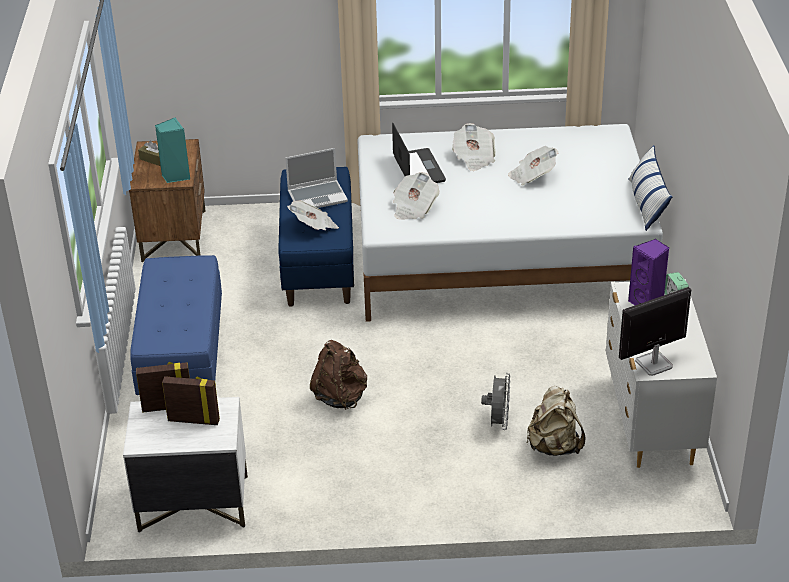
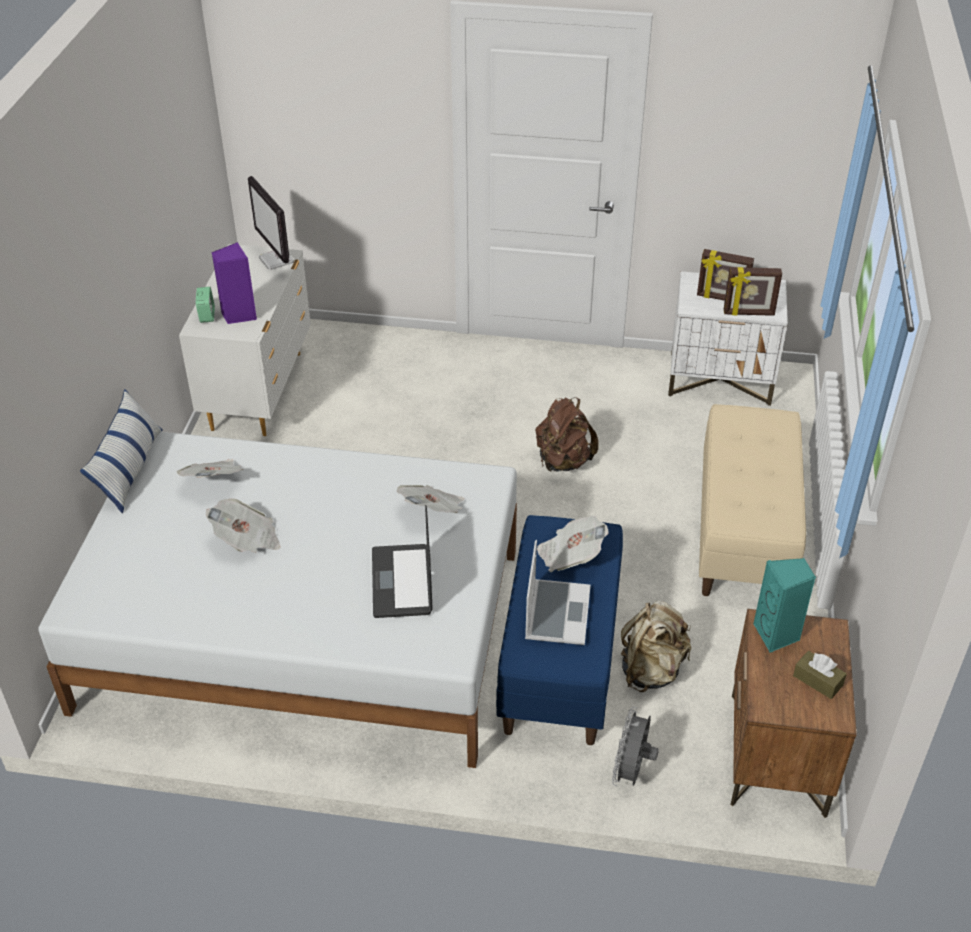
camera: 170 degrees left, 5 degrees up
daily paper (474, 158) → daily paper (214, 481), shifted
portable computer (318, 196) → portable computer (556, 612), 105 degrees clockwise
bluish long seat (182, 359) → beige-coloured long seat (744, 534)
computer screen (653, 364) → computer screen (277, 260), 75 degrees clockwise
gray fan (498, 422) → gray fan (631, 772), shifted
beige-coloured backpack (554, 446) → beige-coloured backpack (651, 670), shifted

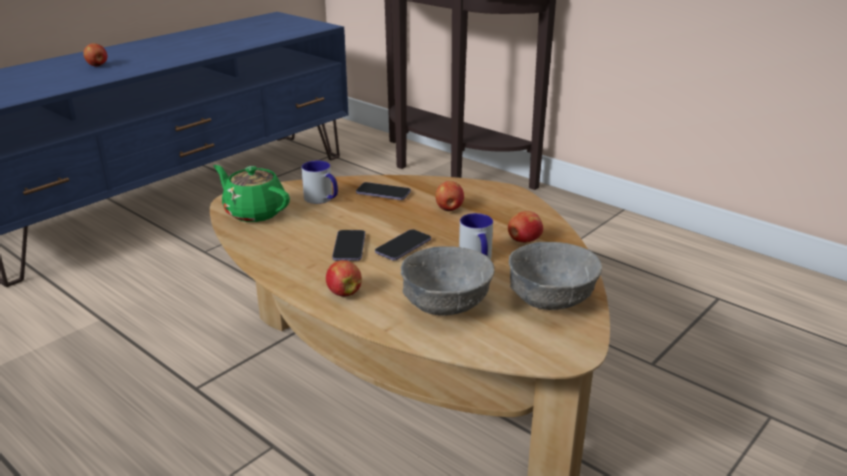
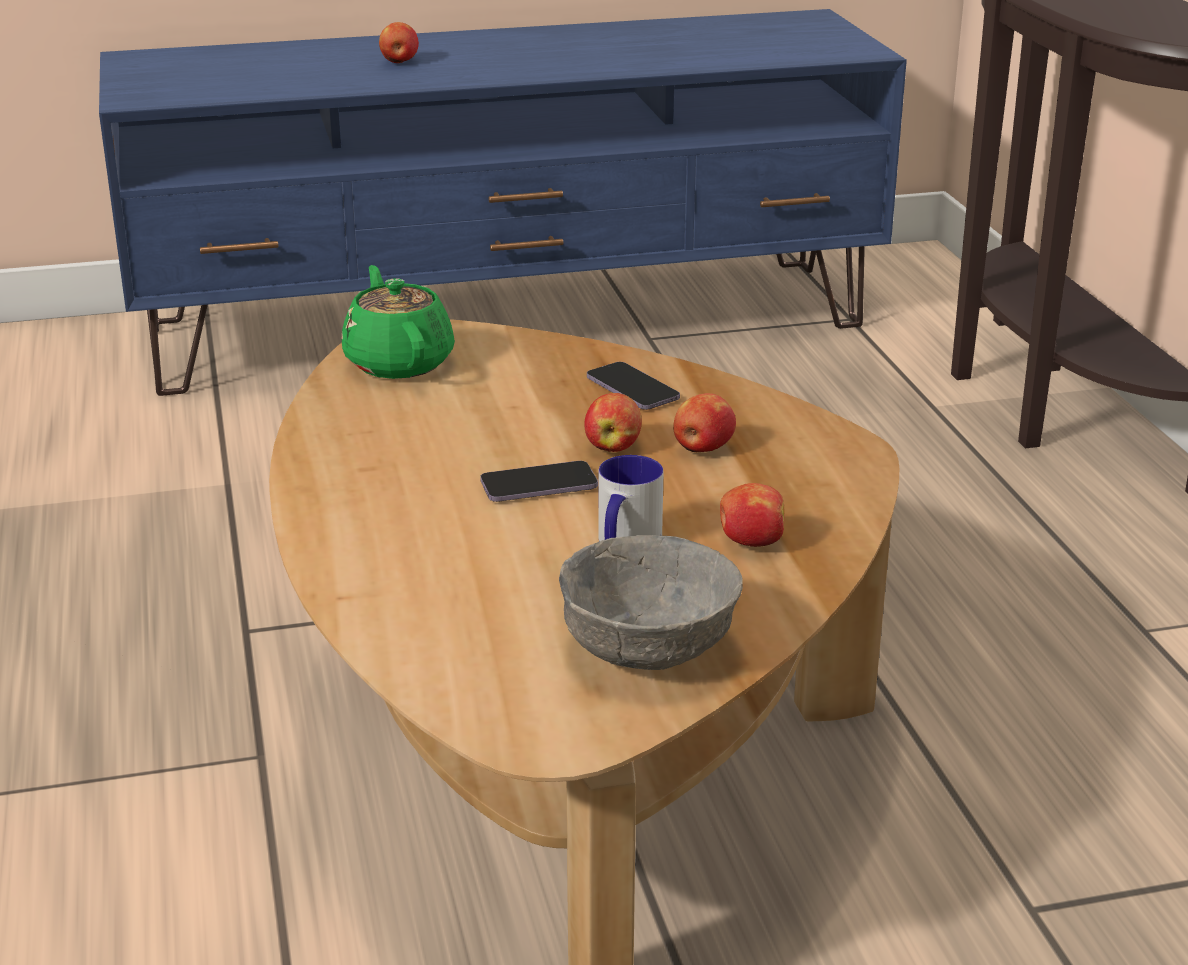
camera: 35 degrees right, 0 degrees up
coffee mug (322, 199) → -
handset (349, 247) → -
gray bowl (446, 306) → -
apple fruit (344, 292) → apple fruit (613, 447), shifted

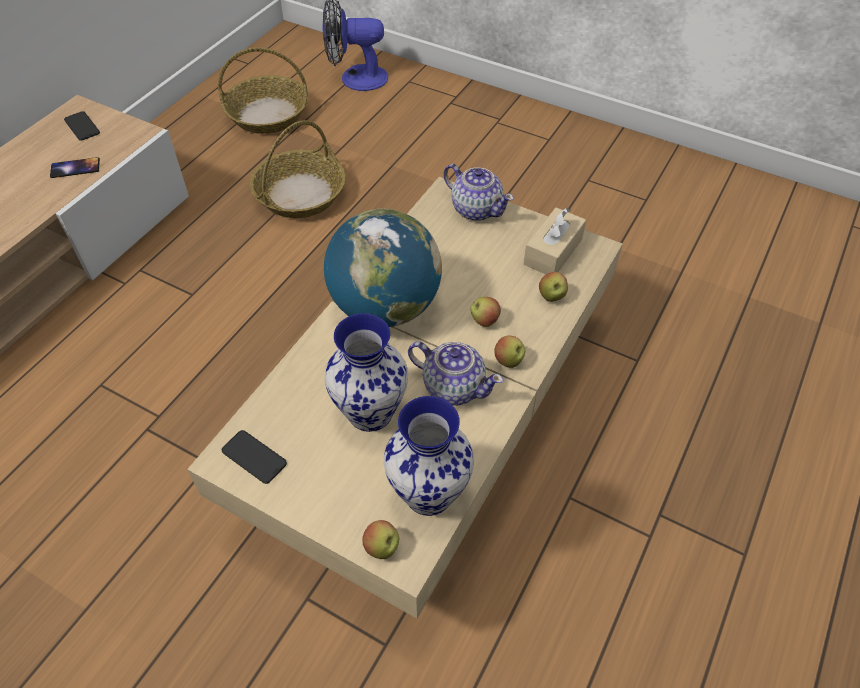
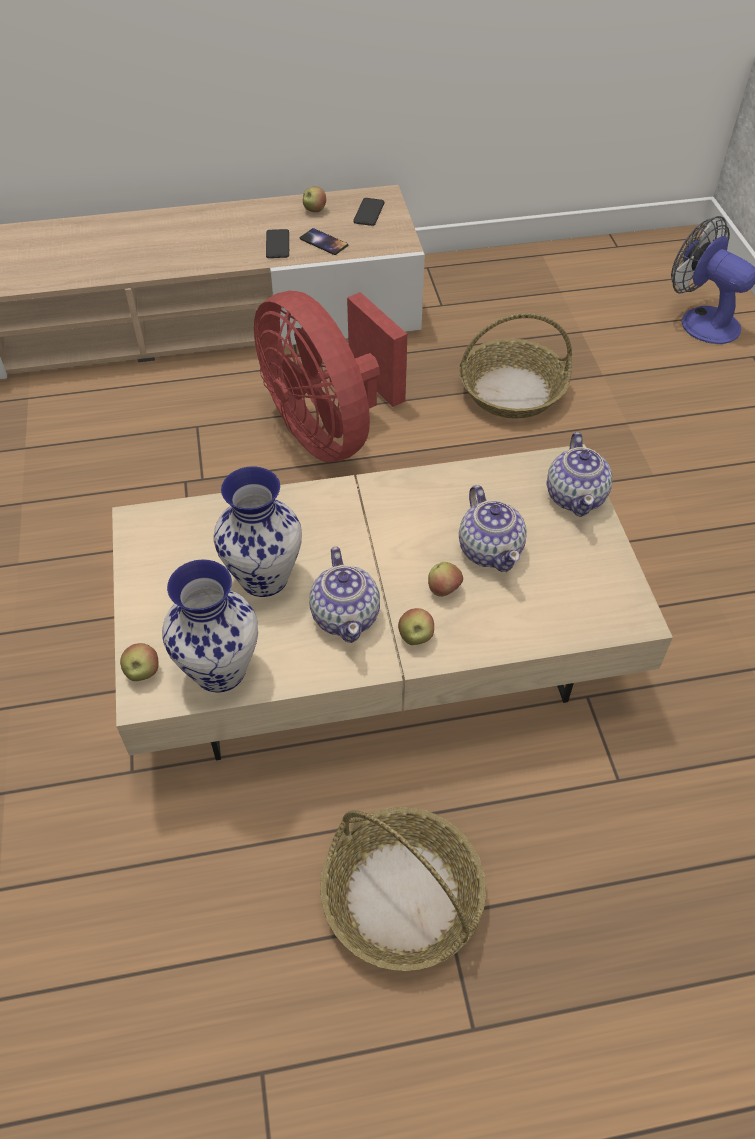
camera: 50 degrees right, 0 degrees up
household basket (267, 115) → household basket (401, 896), shifted
beige-coloured tissue box (553, 252) → -
world globe (385, 307) → -
apple fruit (551, 297) → apple fruit (314, 210), shifted
handset (254, 457) → handset (277, 244), shifted
- → red-coloured fan (329, 430)
- → tea pot (490, 549)

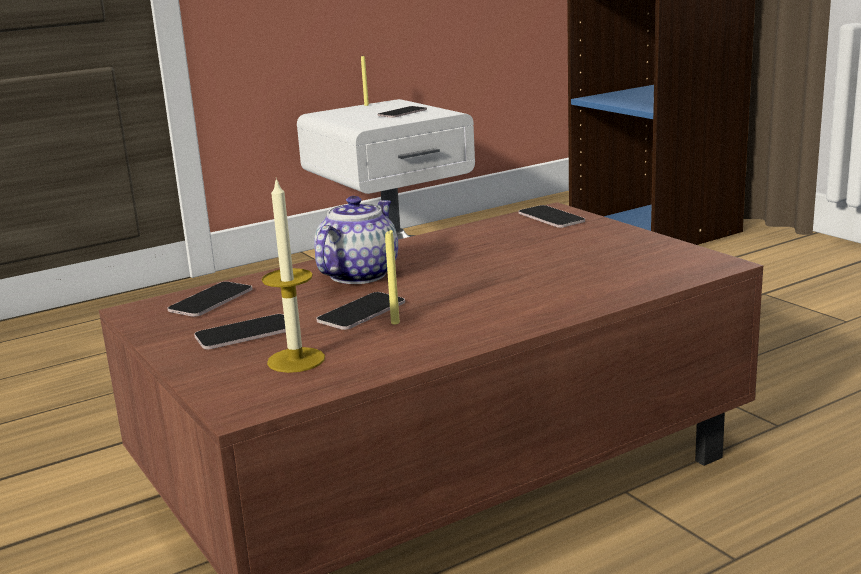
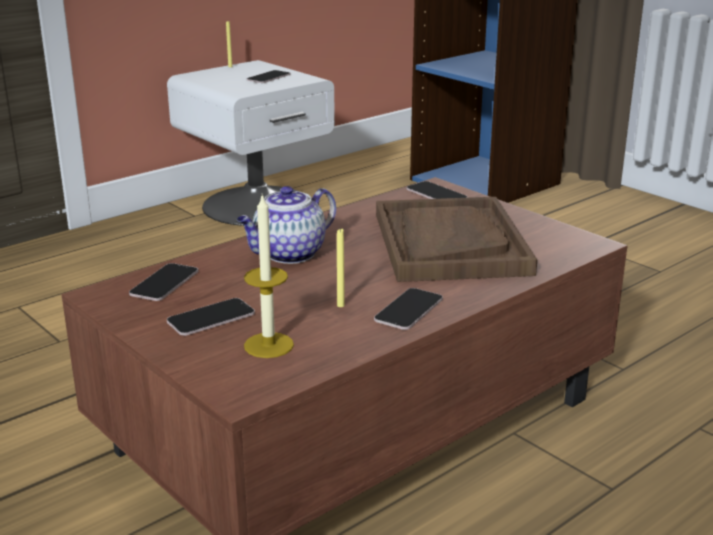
camera: 10 degrees left, 5 degrees up
tea pot (359, 274) → tea pot (289, 254), 150 degrees counterclockwise
handset (361, 312) → handset (409, 310), shifted
- → brown-coloured carrying tray (449, 243)

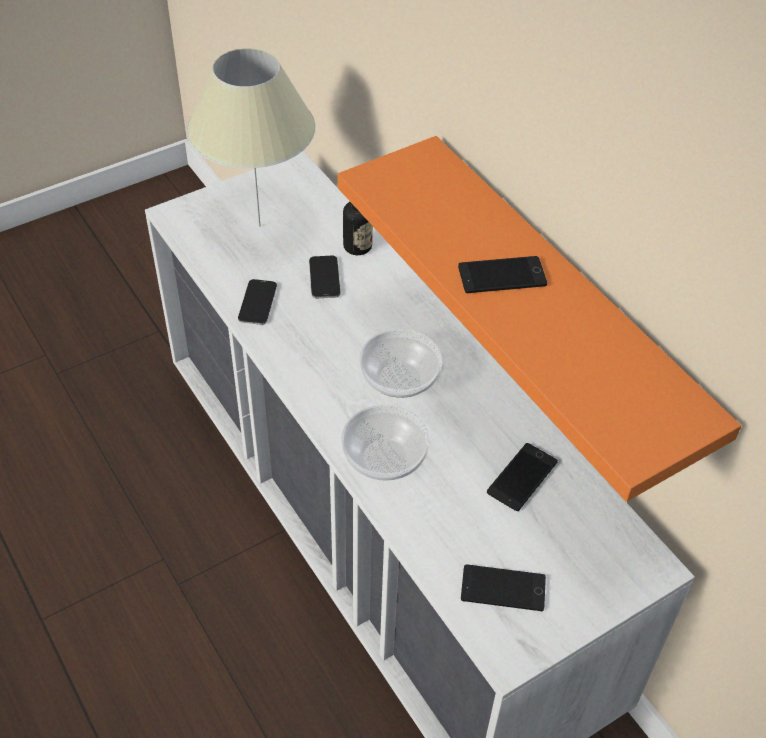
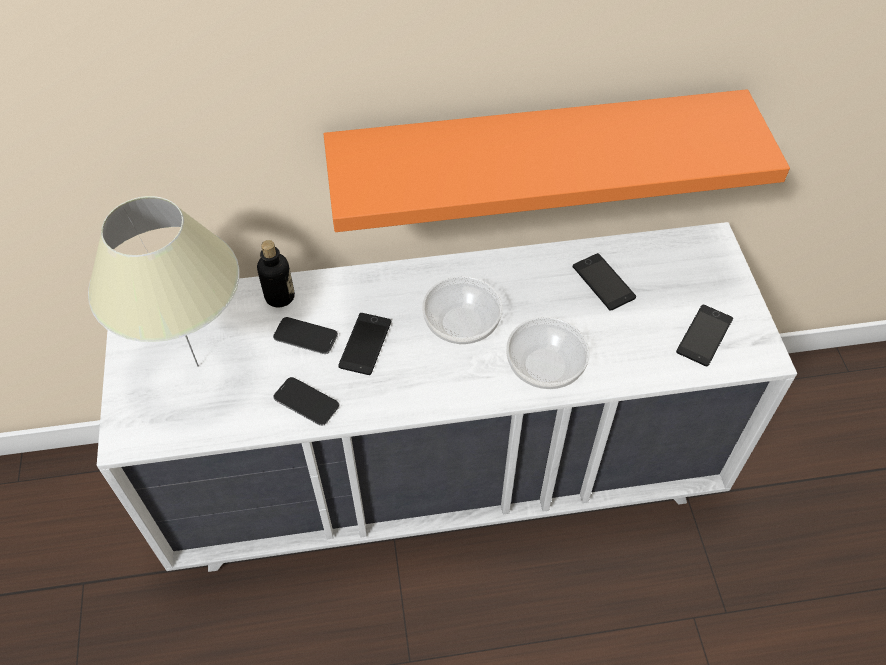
camera: 65 degrees left, 5 degrees up
handset (502, 276) → handset (365, 344), shifted

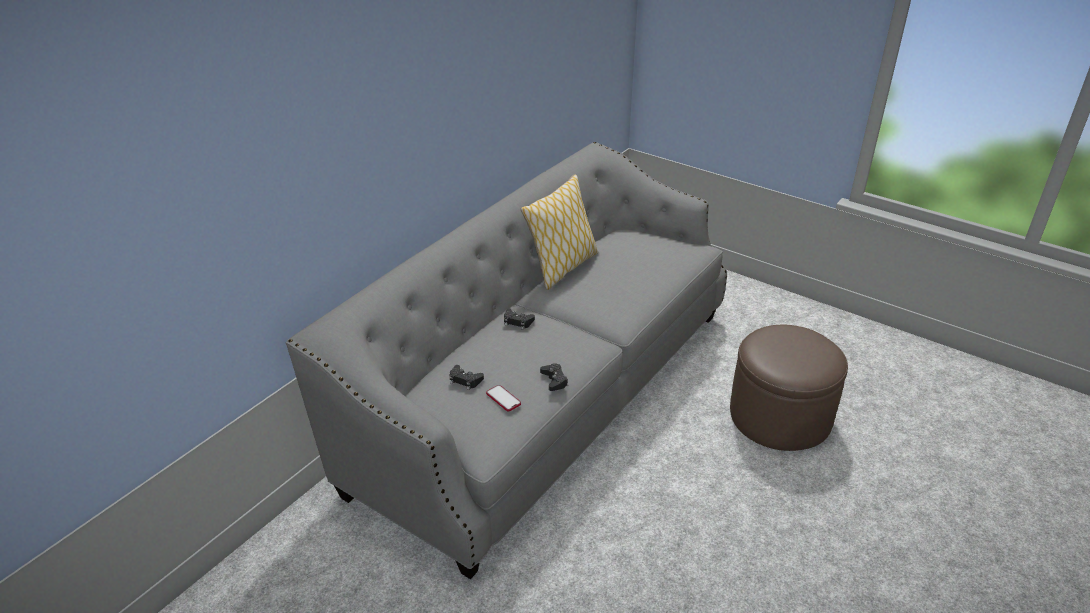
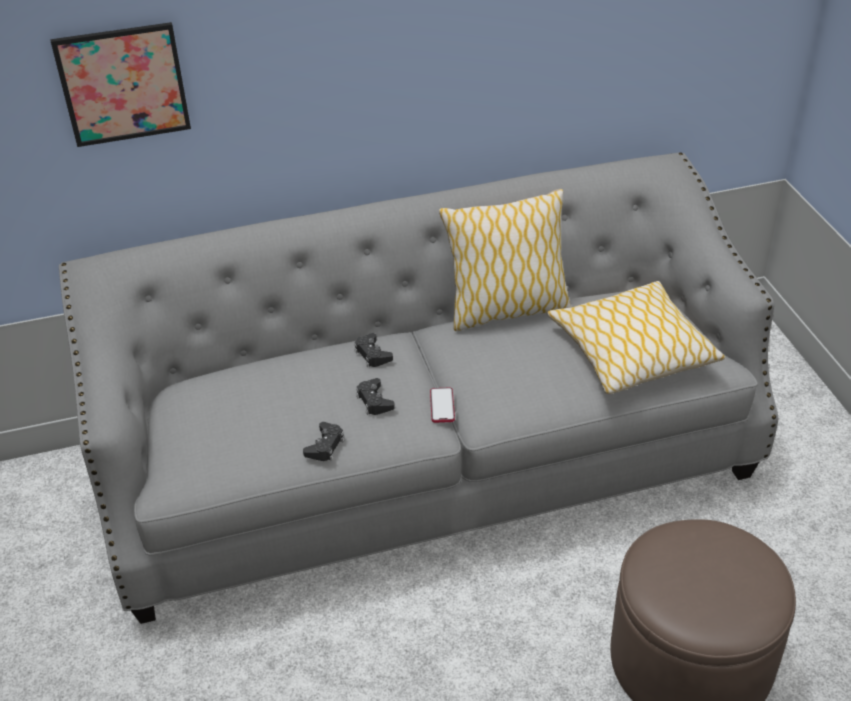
camera: 40 degrees right, 5 degrees up
blackish game controller (465, 380) → blackish game controller (374, 401), shifted
handset (503, 399) → handset (442, 406), shifted
- → picture (123, 84)
- → pillow (631, 351)

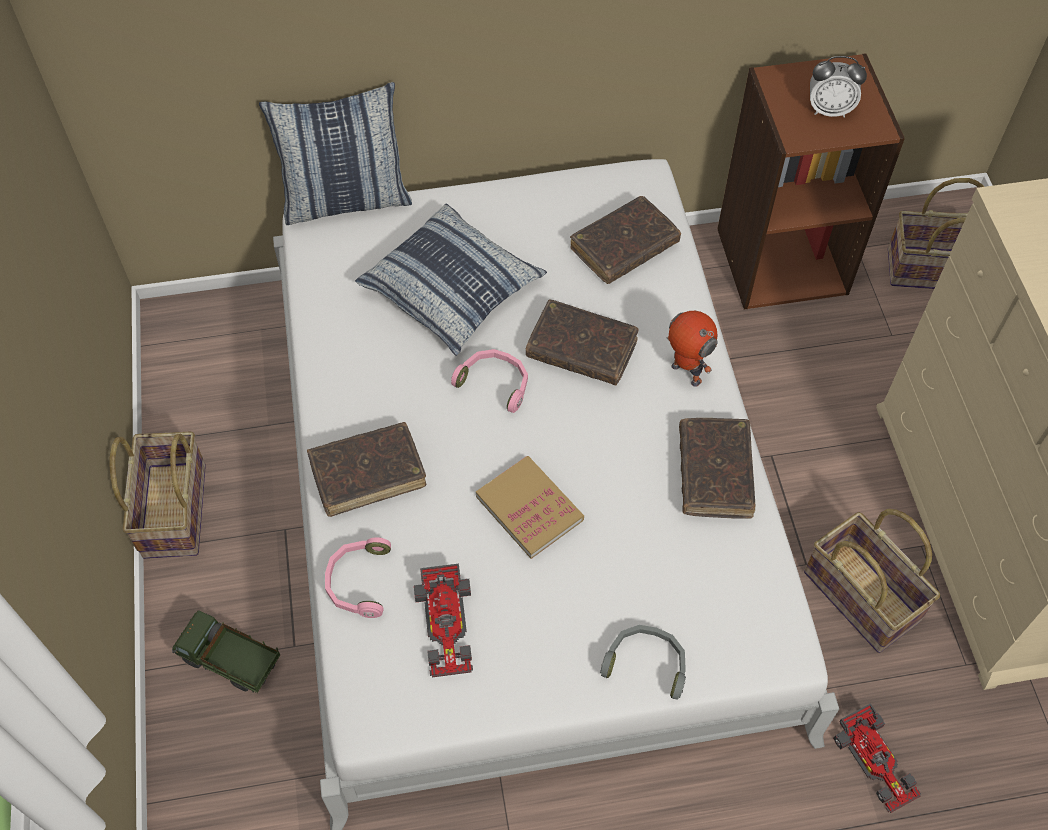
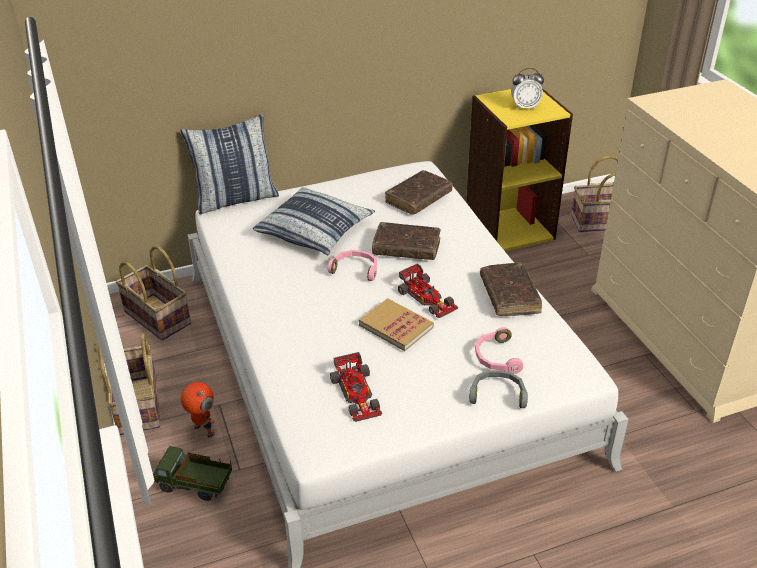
camera: 10 degrees left, 20 degrees down
brown-coloured bookshelf (781, 259) → yellow-coloured bookshelf (509, 228)
robot figure (684, 374) → robot figure (203, 431), shifted
brown-coloured book (368, 474) → -
household basket (863, 596) → household basket (158, 317), shifted
pink-coloured headset (358, 581) → pink-coloured headset (496, 357), shifted
toy car (876, 761) → toy car (427, 297), shifted

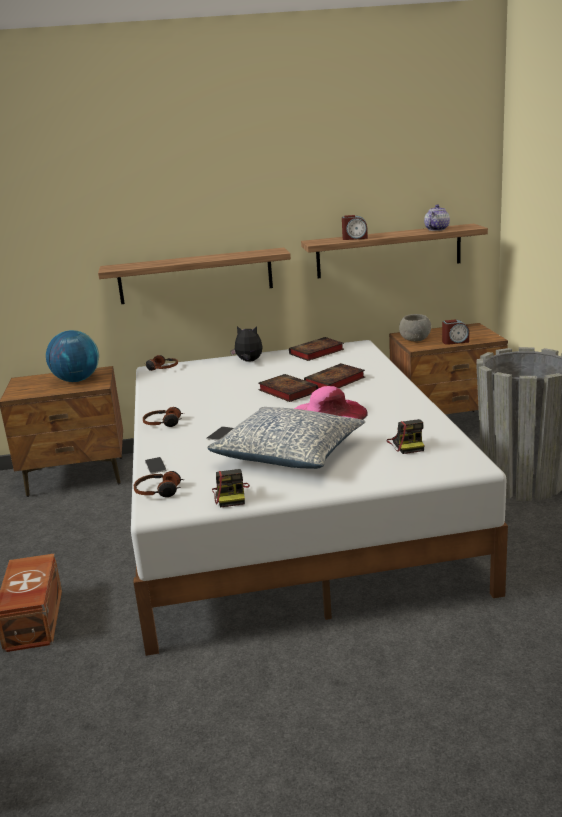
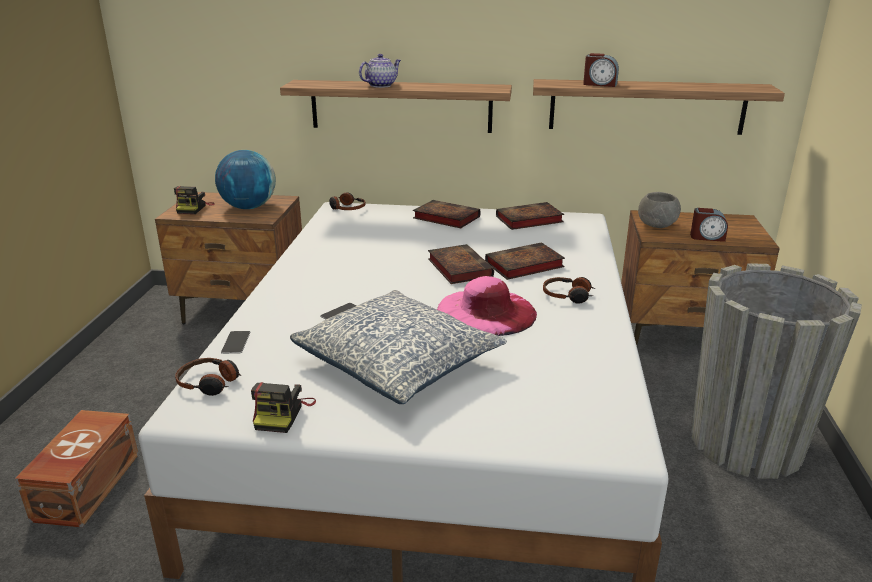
camera: 15 degrees right, 5 degrees up
tea pot (436, 229) → tea pot (381, 85), shifted
cuddly toy (249, 361) → book (444, 218)
headset (163, 423) → headset (568, 296), shifted
photo camera (407, 445) → photo camera (194, 208), shifted

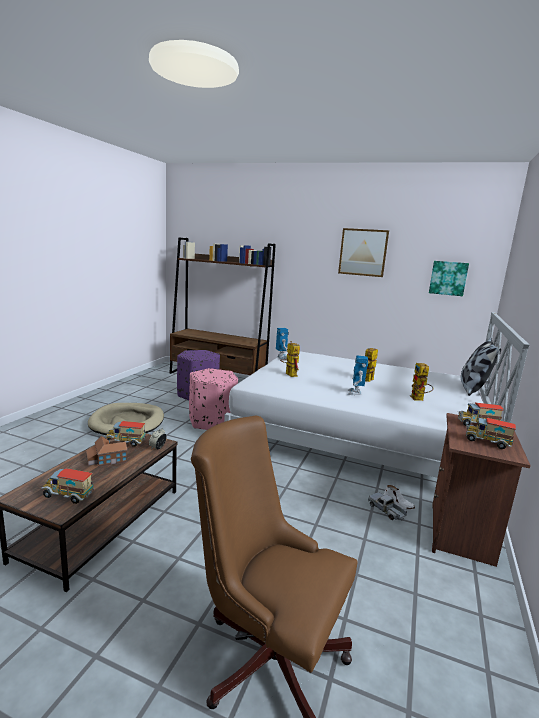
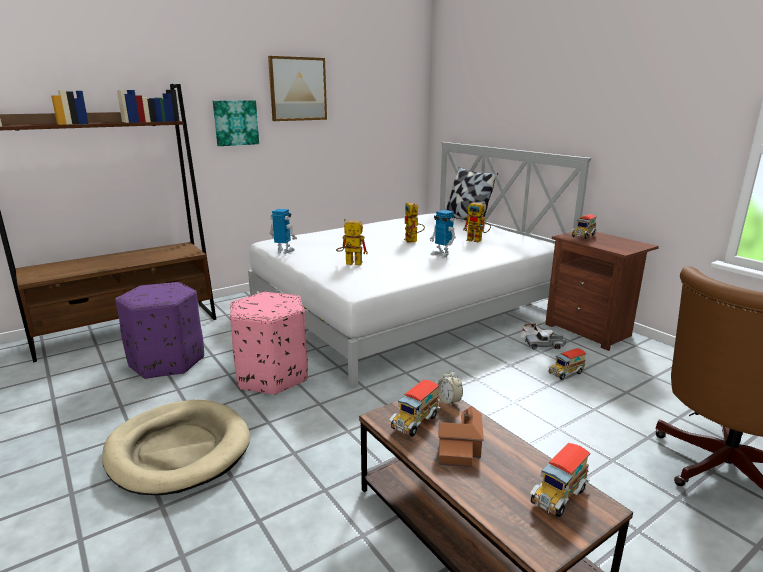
camera: 55 degrees left, 5 degrees up
picture (448, 278) → picture (235, 123), shifted
toy lorry (486, 442) → toy lorry (565, 373), shifted

